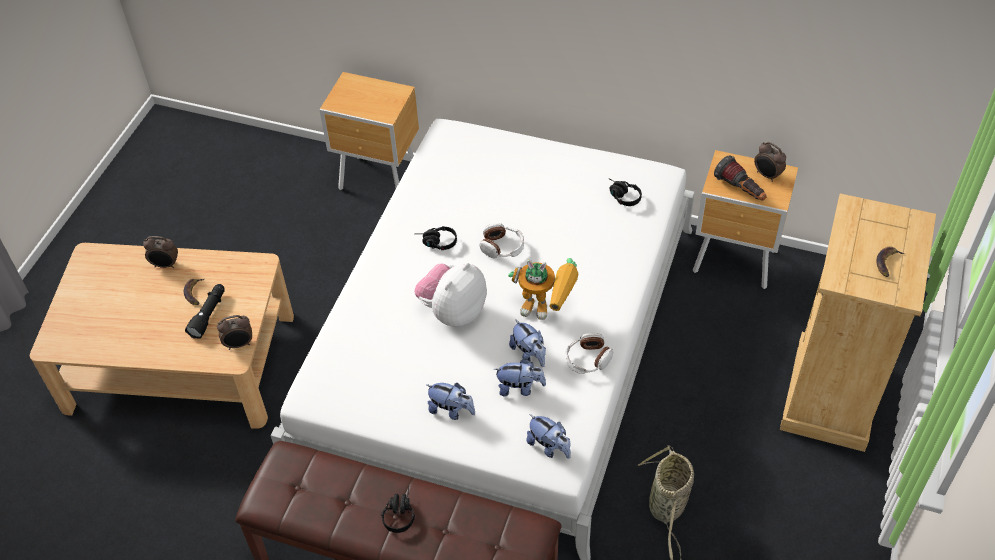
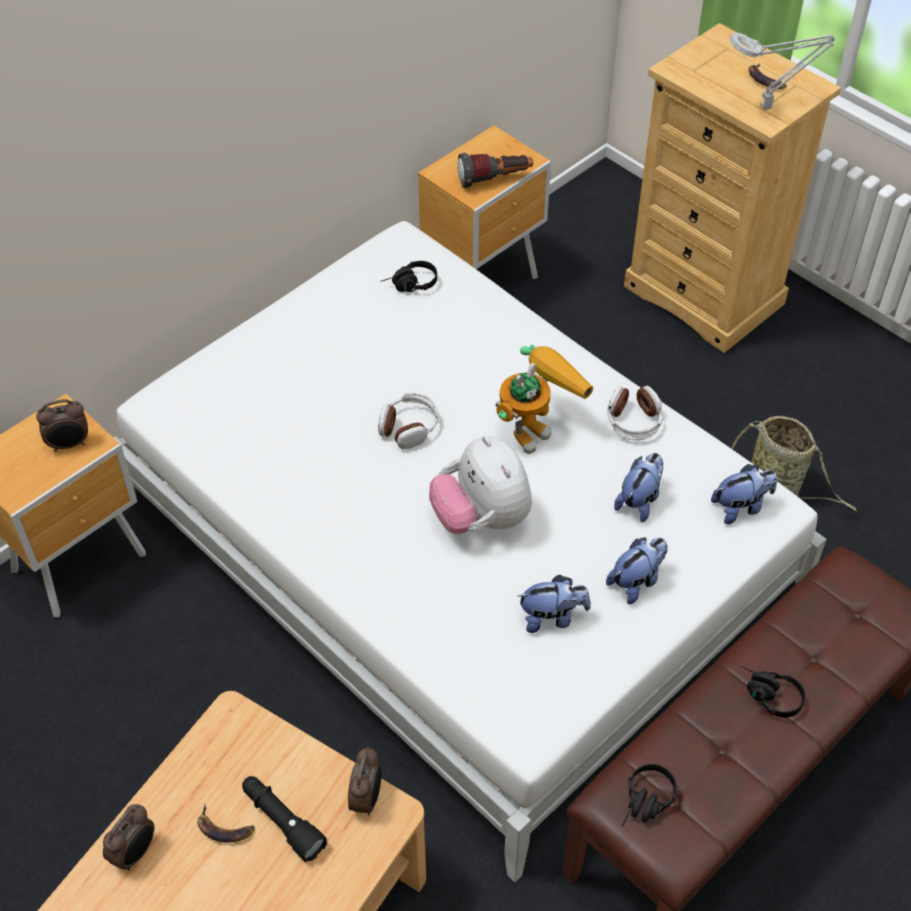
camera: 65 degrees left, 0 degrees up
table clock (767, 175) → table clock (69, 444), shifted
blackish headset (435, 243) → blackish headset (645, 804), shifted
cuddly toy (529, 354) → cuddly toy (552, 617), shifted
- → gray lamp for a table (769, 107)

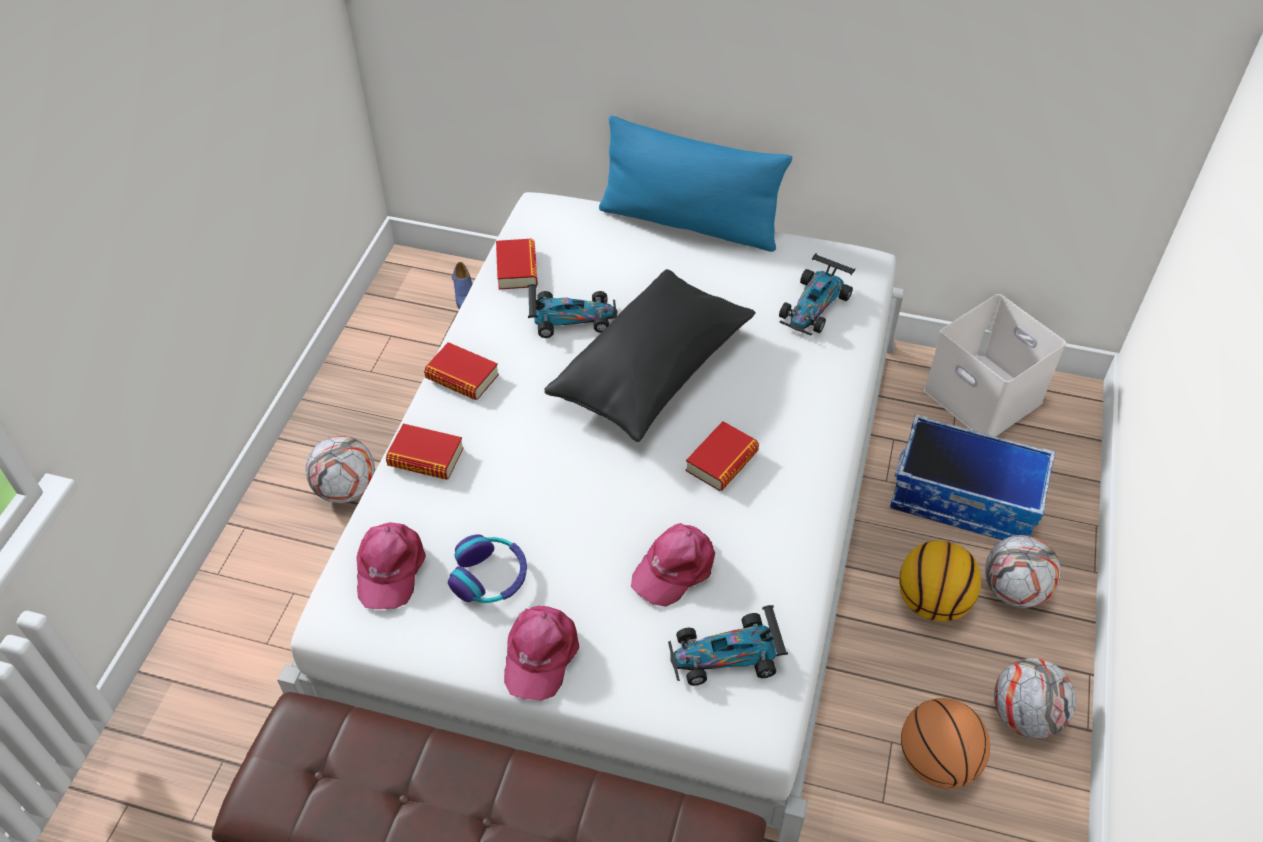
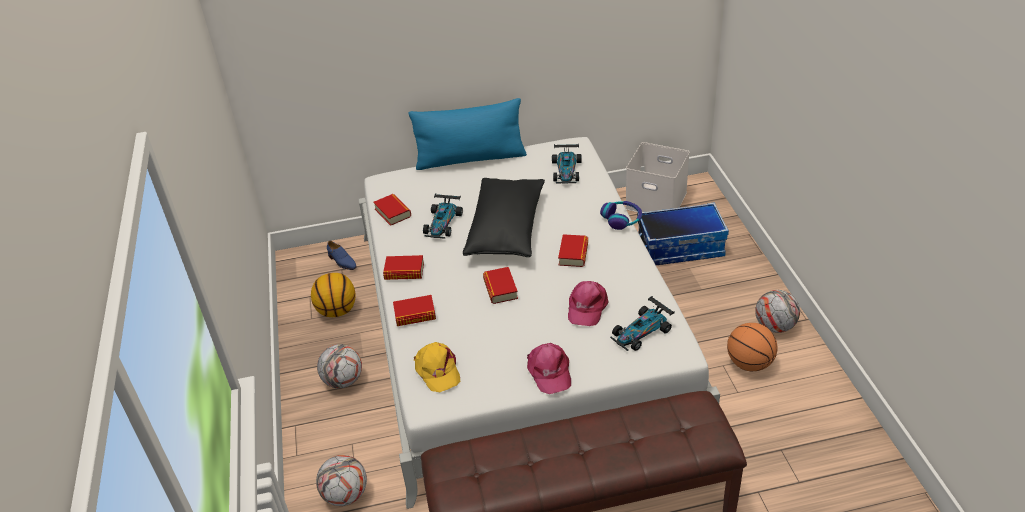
camera: 25 degrees left, 10 degrees down
toy car (571, 318) → toy car (443, 223), 135 degrees clockwise
pink-coloured cap (389, 568) → yellow-coloured cap (437, 370)
headset (490, 577) → headset (622, 219), shifted
football (1014, 590) → football (346, 495), shifted
basketball (932, 601) → basketball (337, 310), shifted
- → book (500, 289)

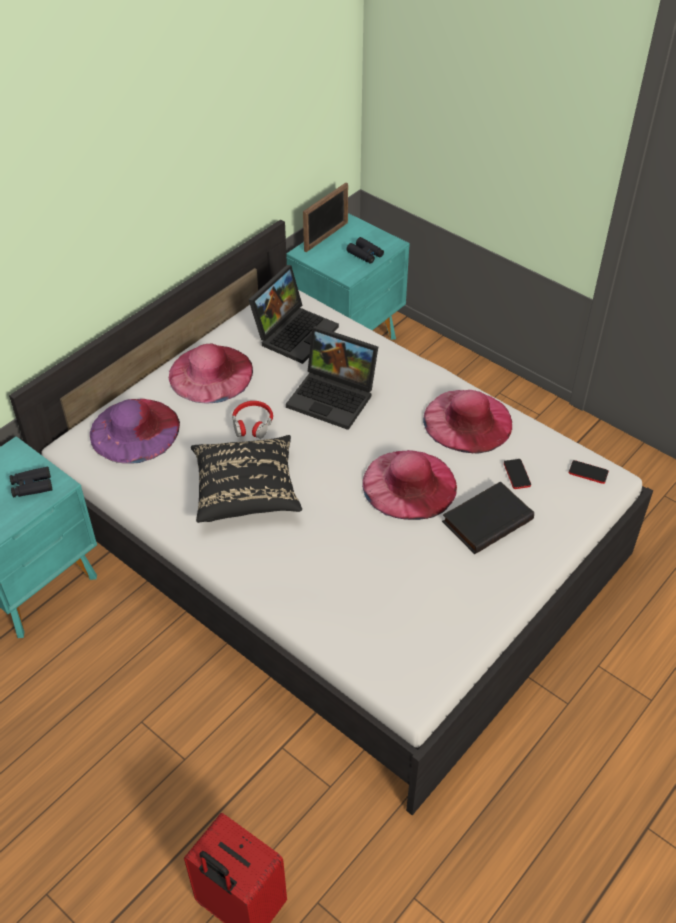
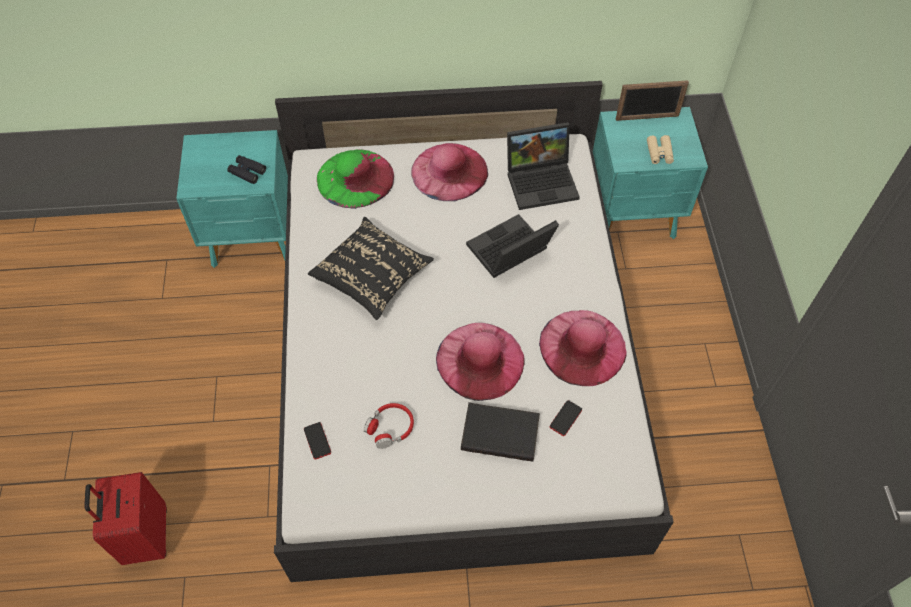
camera: 45 degrees right, 10 degrees up
blackish pair of binoculars (365, 254) → beige-coloured pair of binoculars (659, 153)
portable computer (334, 397) → portable computer (509, 253), 75 degrees clockwise
purple-coloured wearable hat (134, 430) → green wearable hat (355, 178)
red-coloured headset (252, 424) → red-coloured headset (390, 428), shifted
handset (588, 472) → handset (317, 441), shifted

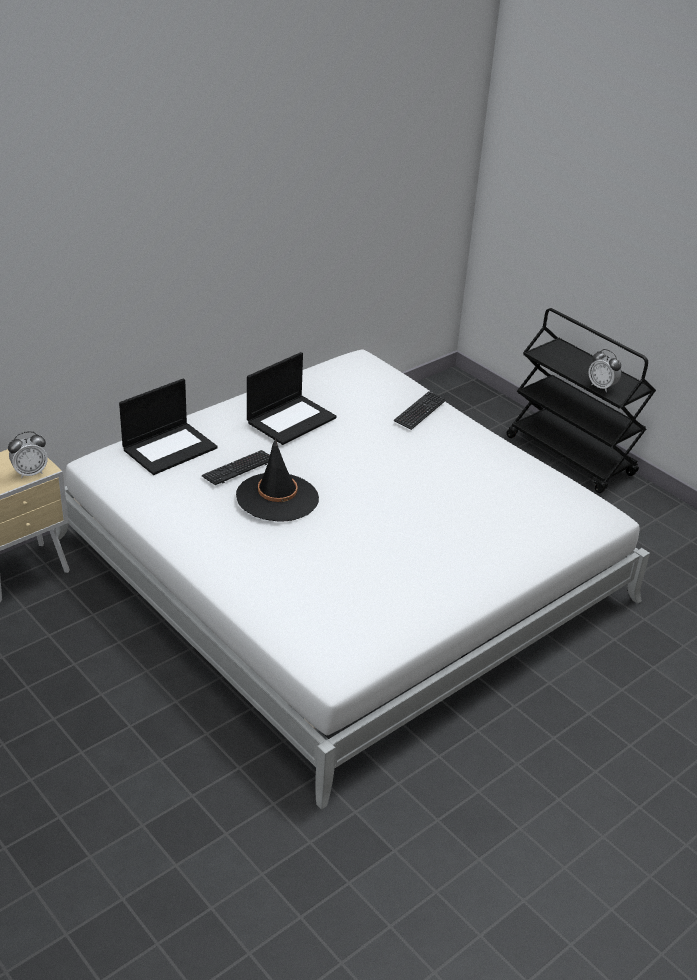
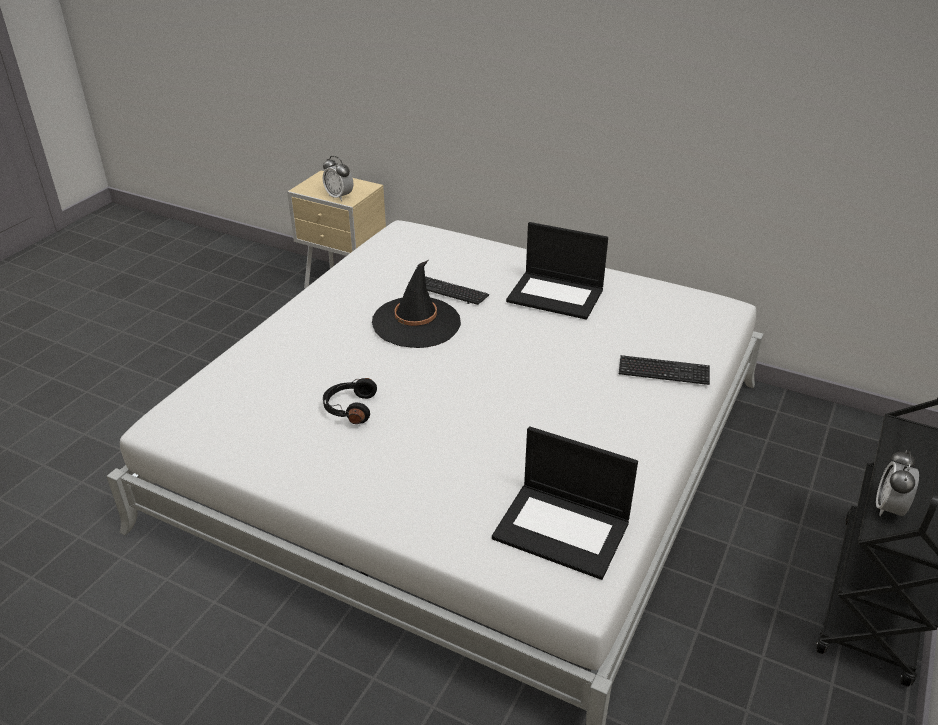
camera: 70 degrees right, 0 degrees up
portable computer (170, 448) → portable computer (563, 529), shifted
- → blackish headset (349, 408)

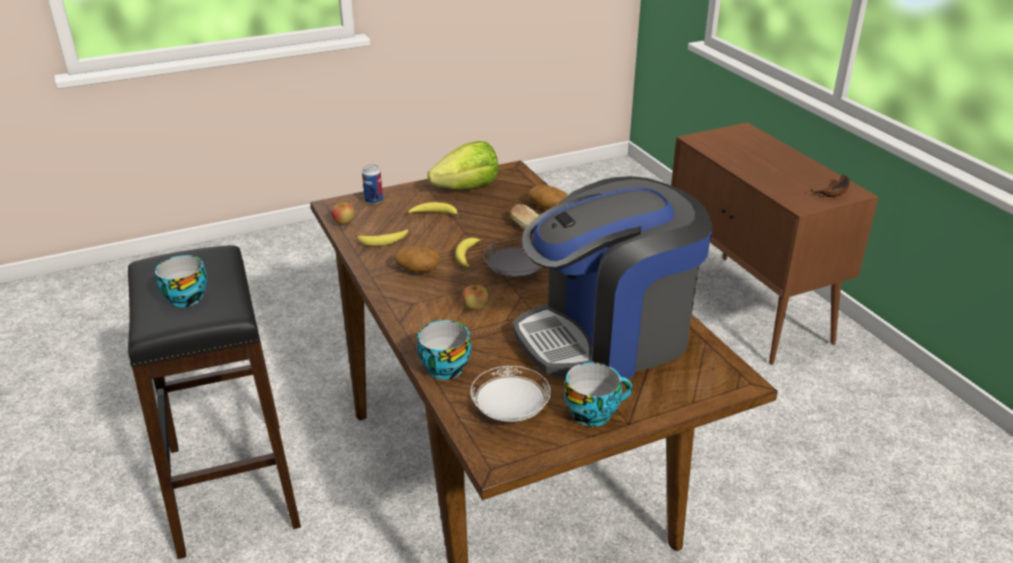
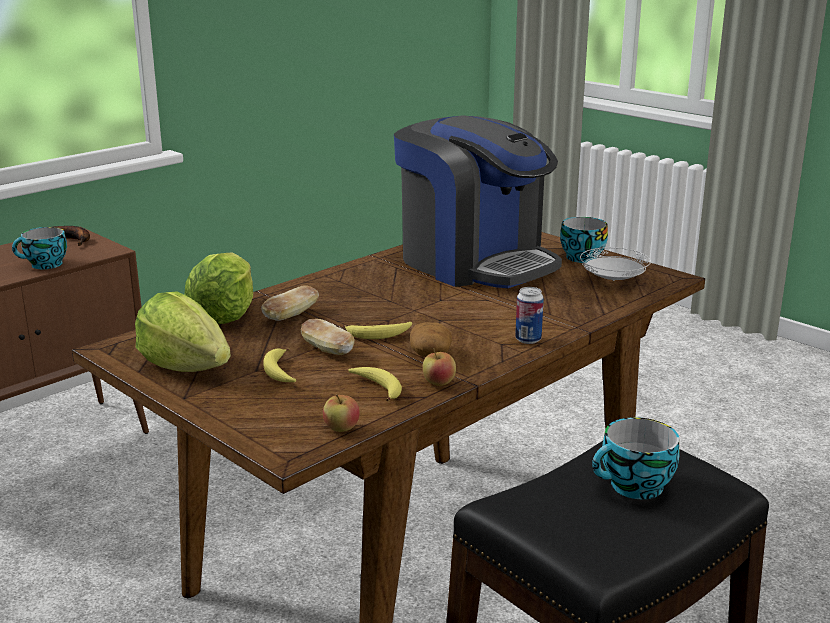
camera: 110 degrees left, 10 degrees down
metal can (373, 201) → metal can (528, 339), shifted
potato (547, 207) → head of lettuce (225, 314)
gray flat dish (515, 273) → -
apple fruit (475, 307) → apple fruit (439, 383), shifted
small cup (443, 366) → small cup (44, 265), shifted
- → baked bread (327, 350)

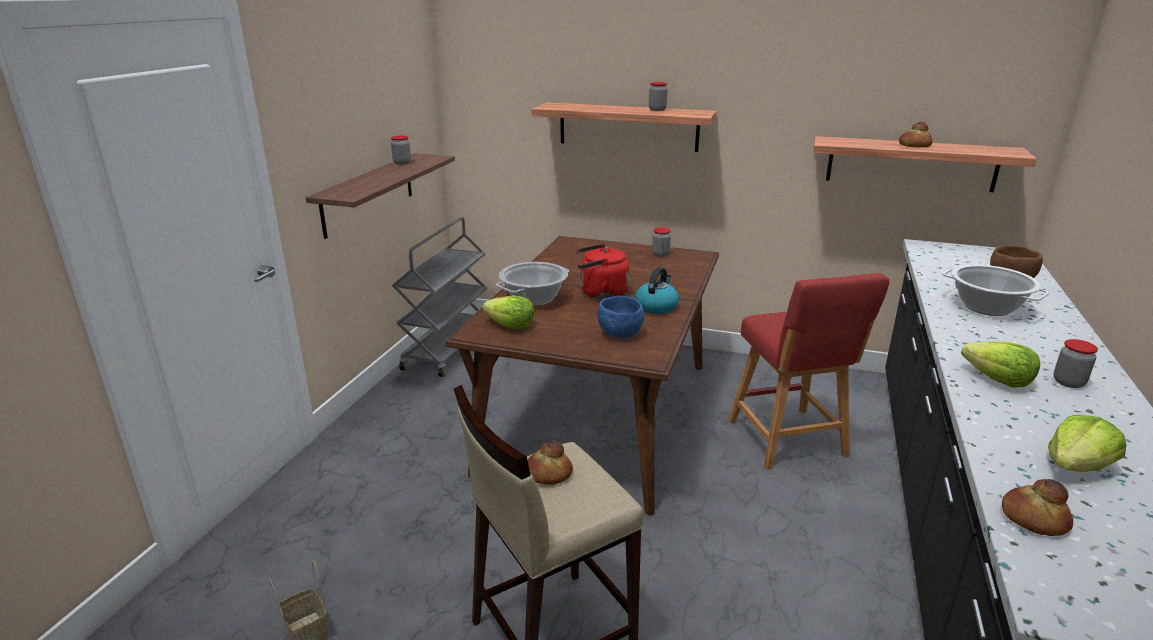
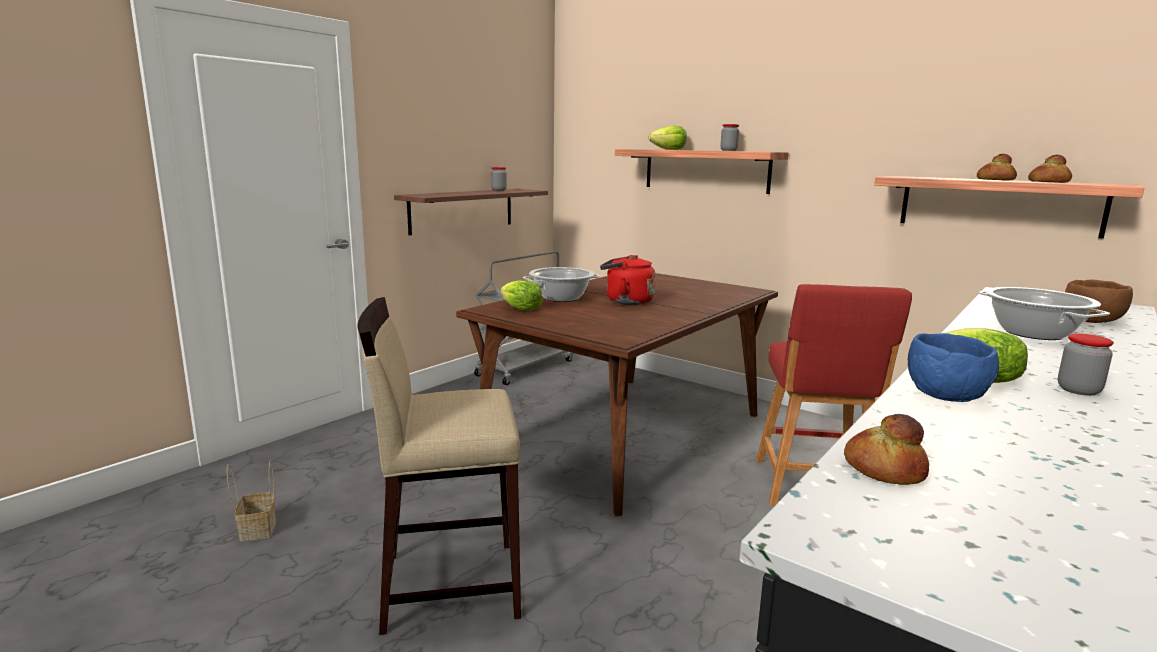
camera: 20 degrees right, 10 degrees down
preserve jar (660, 254) → -
tea kettle (656, 306) → -
bluish bowl (618, 334) → bluish bowl (943, 396), shifted
head of lettuce (1077, 466) → head of lettuce (669, 149), shifted
baked bread (548, 474) → baked bread (1048, 182), shifted

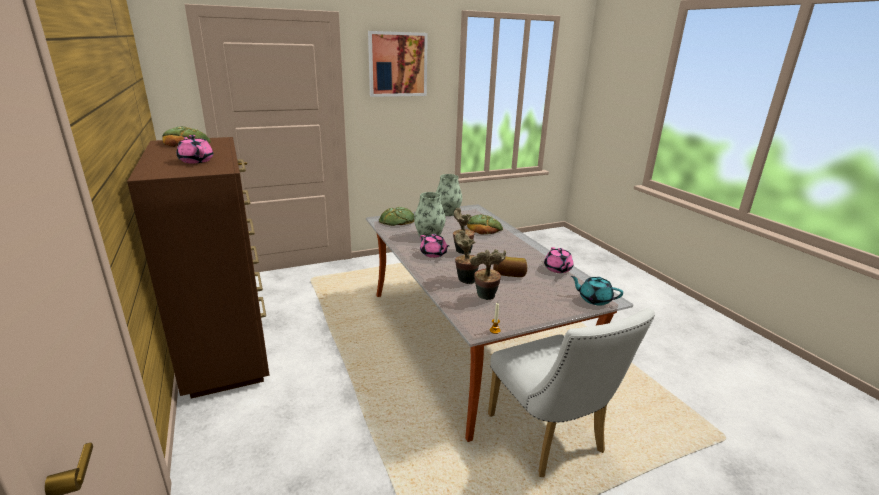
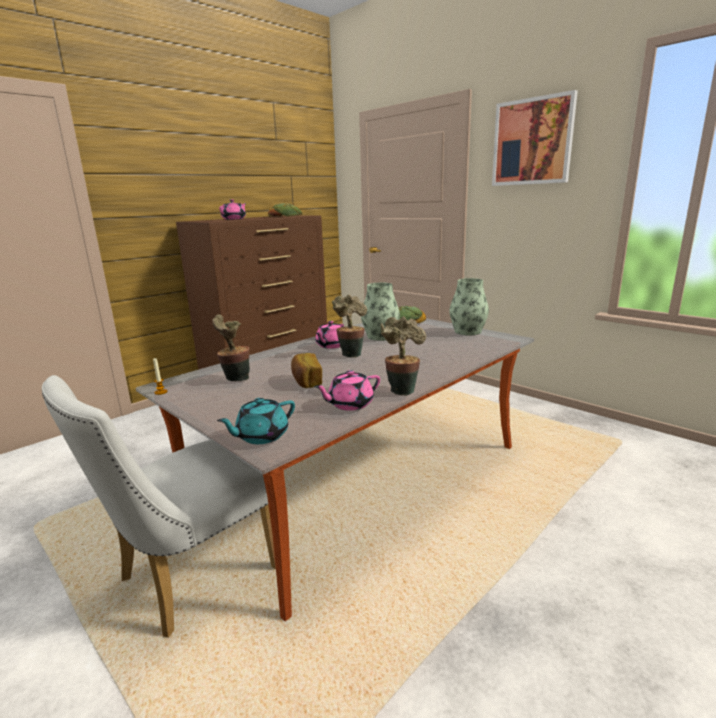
camera: 70 degrees right, 5 degrees down
baked bread (484, 228) → -
plant in a pot (465, 280) → plant in a pot (402, 389), shifted
turquoise-coloured tea pot (594, 299) → turquoise-coloured tea pot (261, 436), 135 degrees counterclockwise

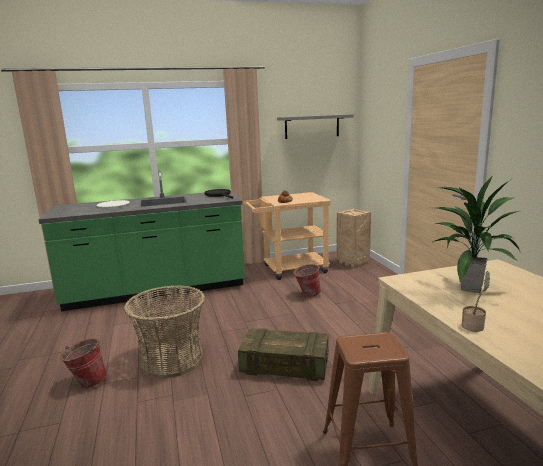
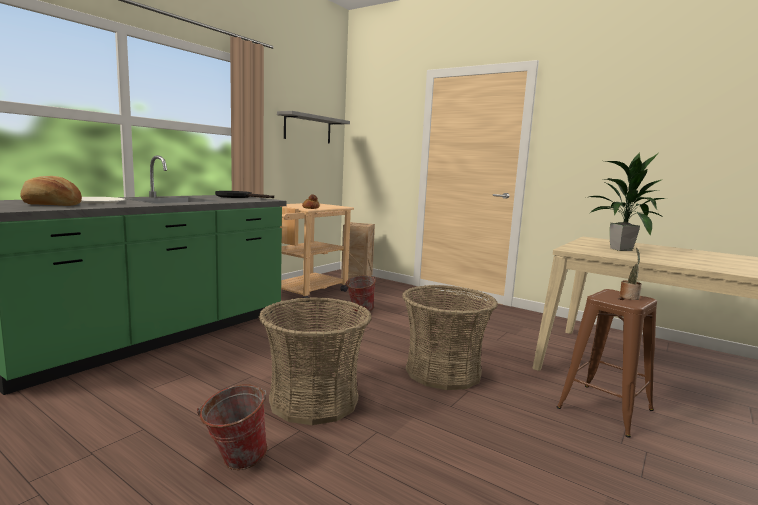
camera: 40 degrees left, 5 degrees down
plant in a pot (474, 326) → plant in a pot (629, 297), shifted
crate (285, 367) → household basket (443, 372)
- → baked bread (51, 204)

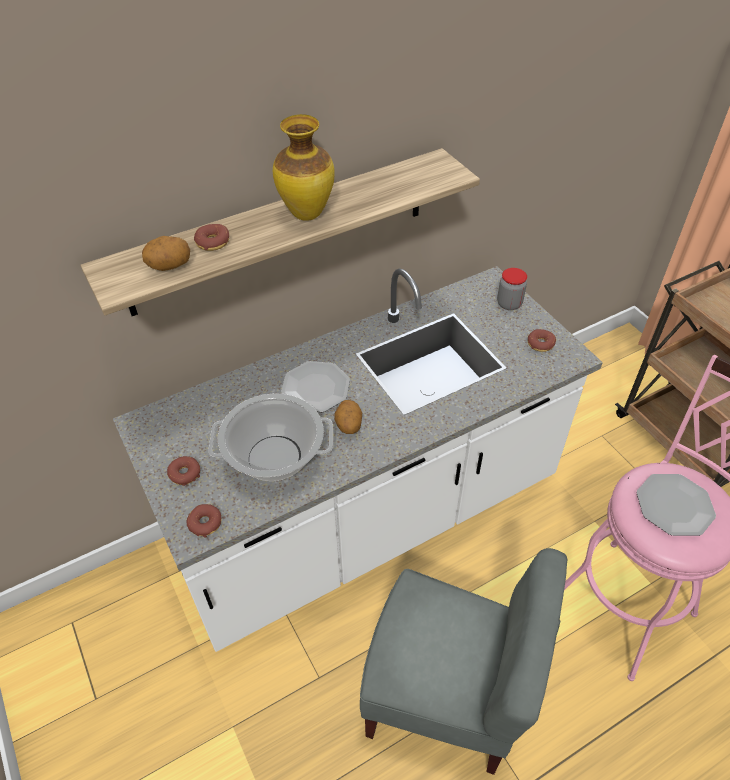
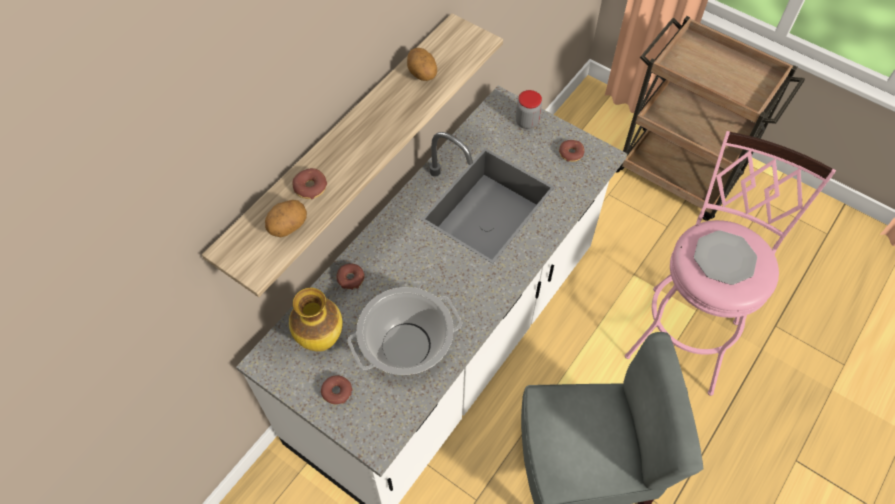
camera: 25 degrees left, 10 degrees up
decorative vase (307, 213) → decorative vase (321, 340), shifted
flat dish (316, 388) → -
potato (348, 426) → potato (421, 75), shifted
doughnut (205, 523) → doughnut (350, 278), shifted

